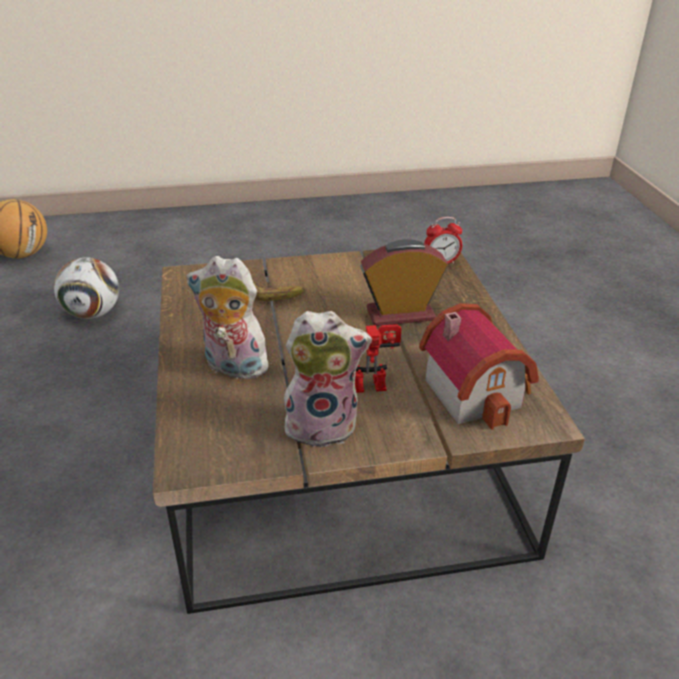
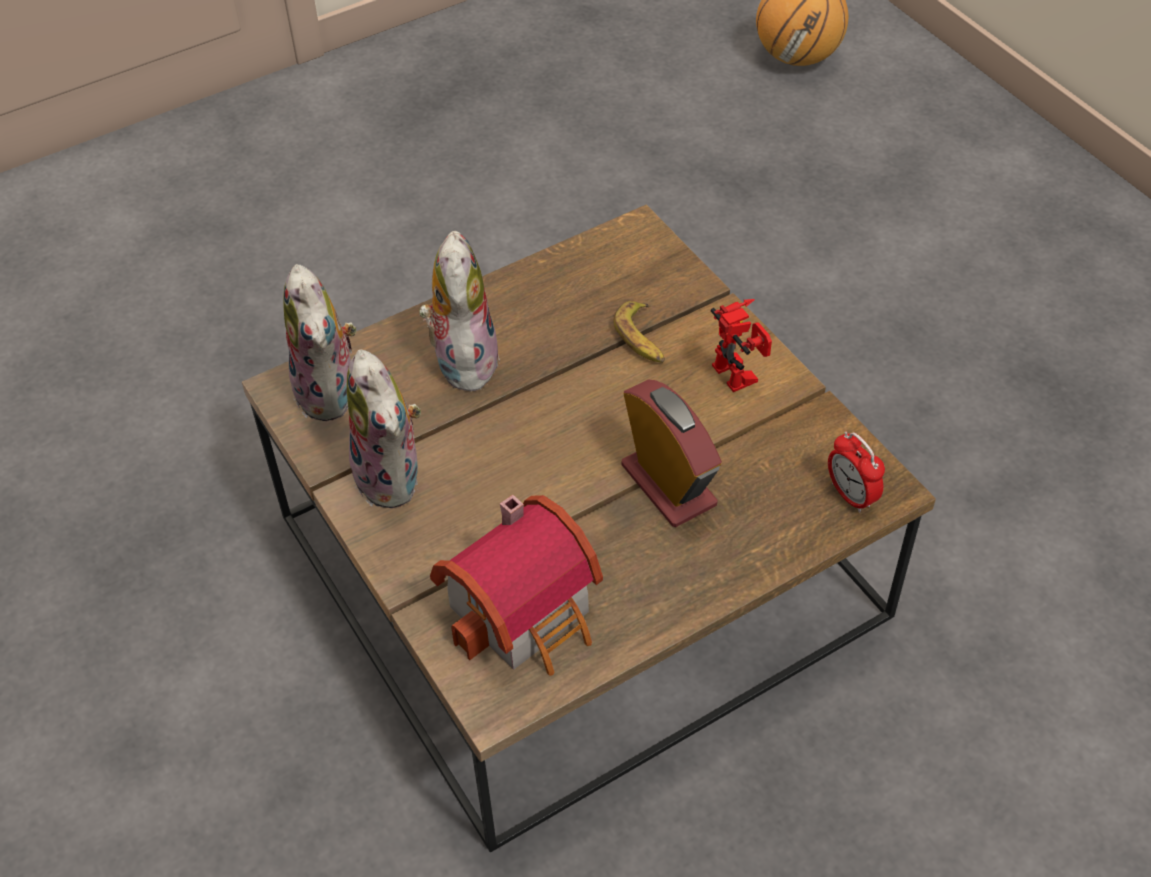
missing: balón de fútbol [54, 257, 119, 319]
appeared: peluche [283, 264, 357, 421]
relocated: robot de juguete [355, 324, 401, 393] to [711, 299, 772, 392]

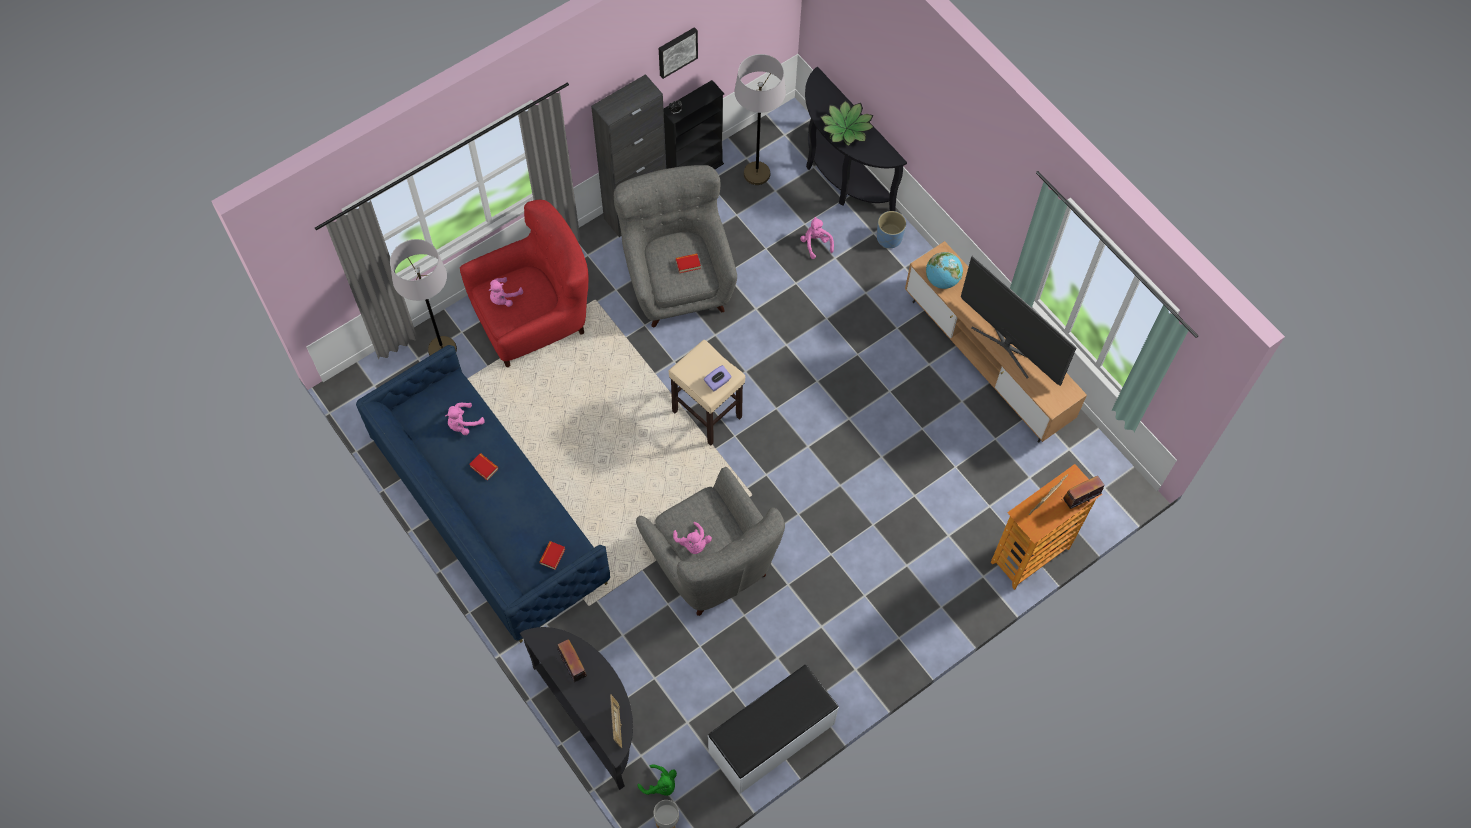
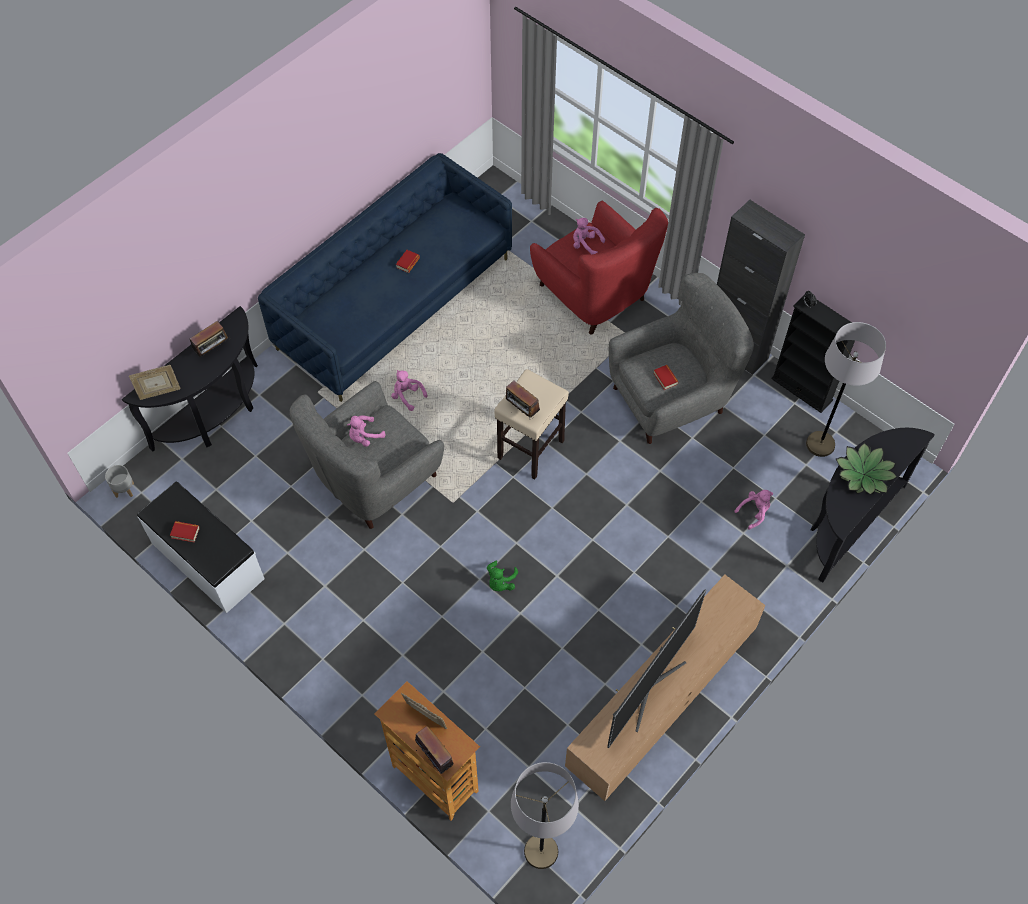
missing: cuadro [659, 27, 698, 79]; maceta [azul] [877, 211, 906, 248]; globo terráqueo [926, 252, 963, 289]
relocated: lámpara de pie [gris] [390, 239, 457, 356] to [511, 762, 579, 869]; peluche [rosa] [445, 403, 484, 435] to [391, 370, 427, 411]; libro [539, 541, 565, 570] to [170, 521, 199, 542]; peluche [verde] [637, 764, 677, 796] to [487, 561, 518, 591]
exchanged: caja de pañuelos [morado] [704, 365, 731, 391] to radio [506, 380, 540, 419]

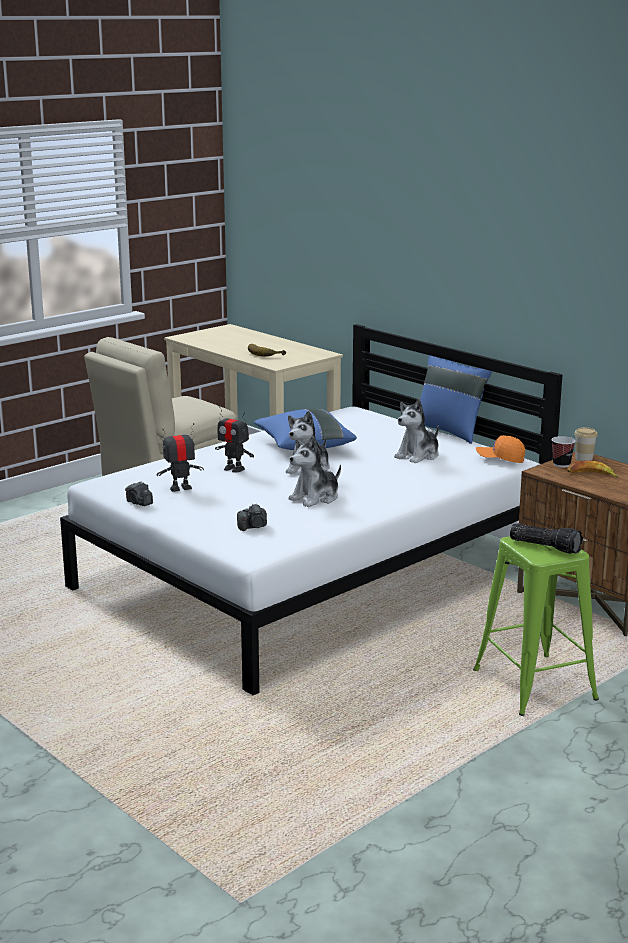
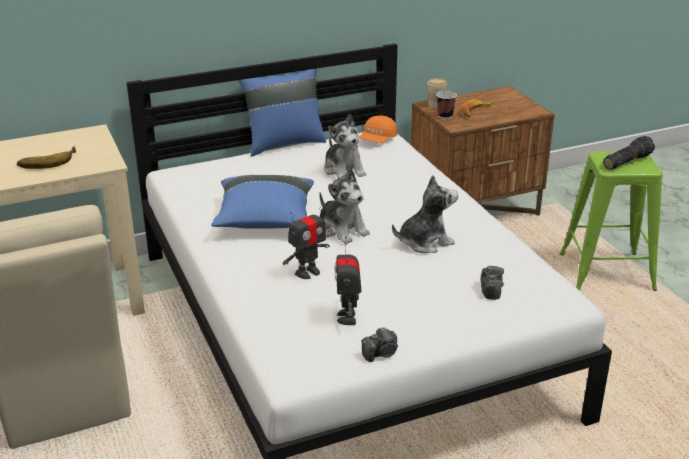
spun: peluche [288, 436, 341, 507] = [392, 175, 458, 253] 90 degrees counterclockwise

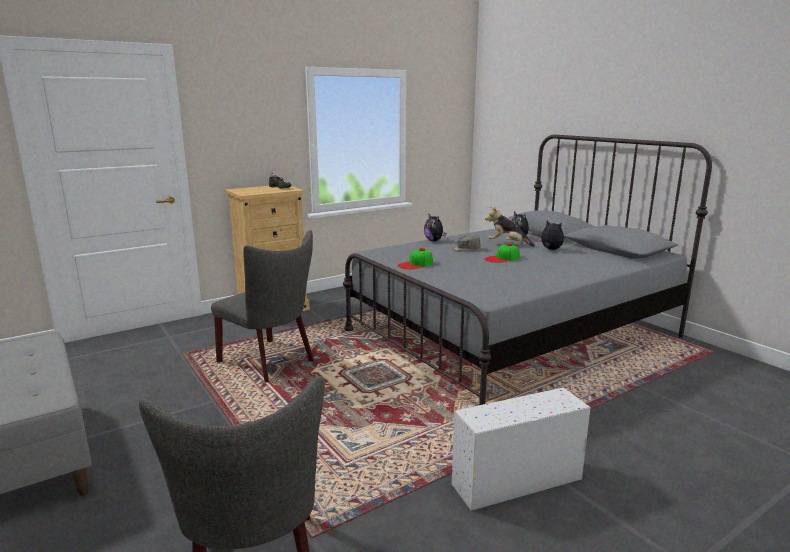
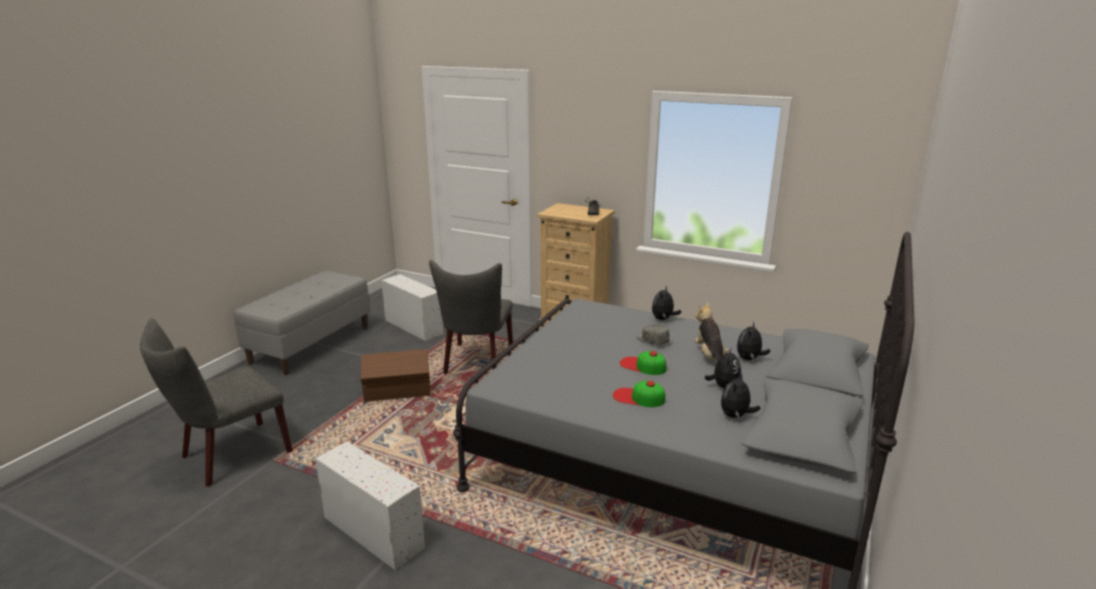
appeared: caja de almacenaje [marrón] [361, 349, 431, 402]; caja de almacenaje [blanco] [381, 274, 444, 341]; peluche [721, 373, 760, 418]
relocated: gorra [398, 248, 433, 269] to [613, 380, 665, 407]

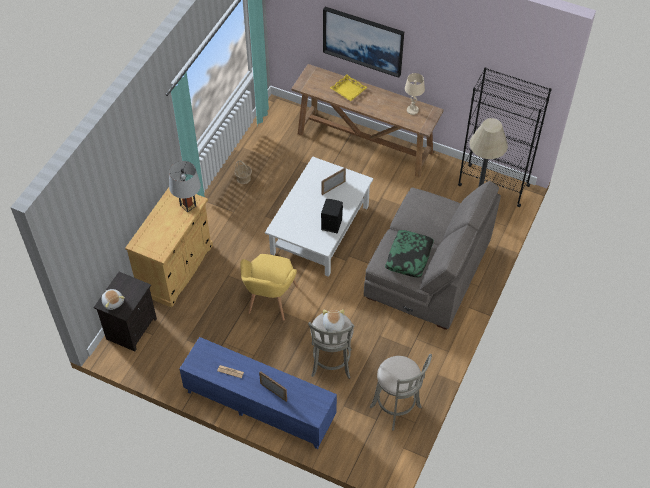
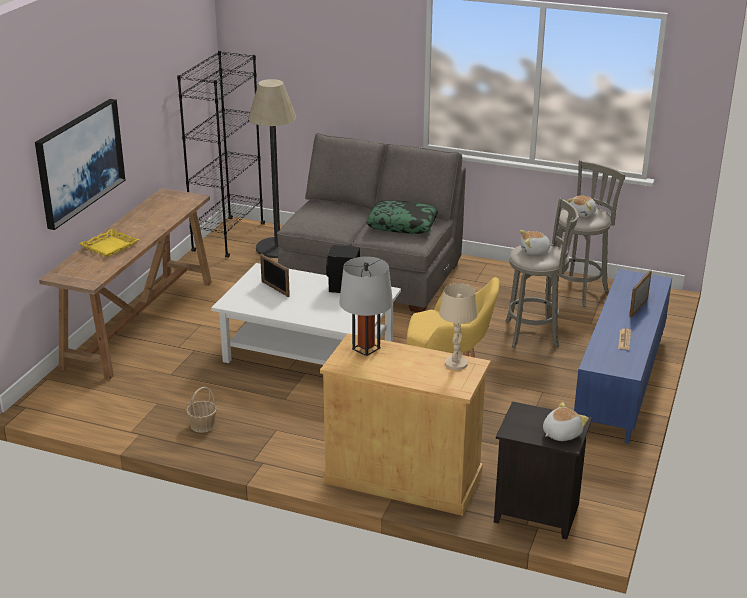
appeared: peluche [566, 195, 596, 217]
relocated: lámpara de mesa [beis] [405, 73, 425, 115] to [439, 283, 478, 370]

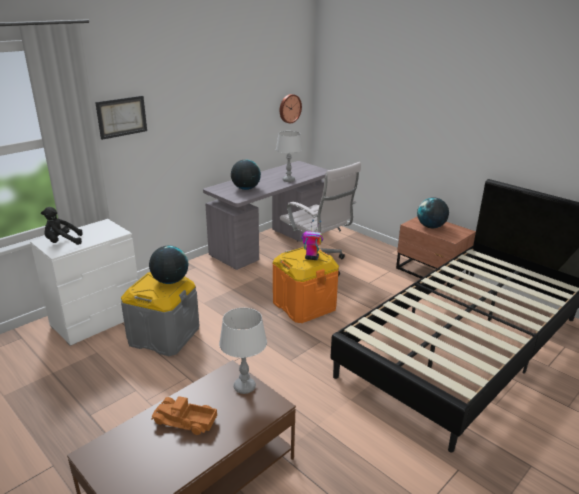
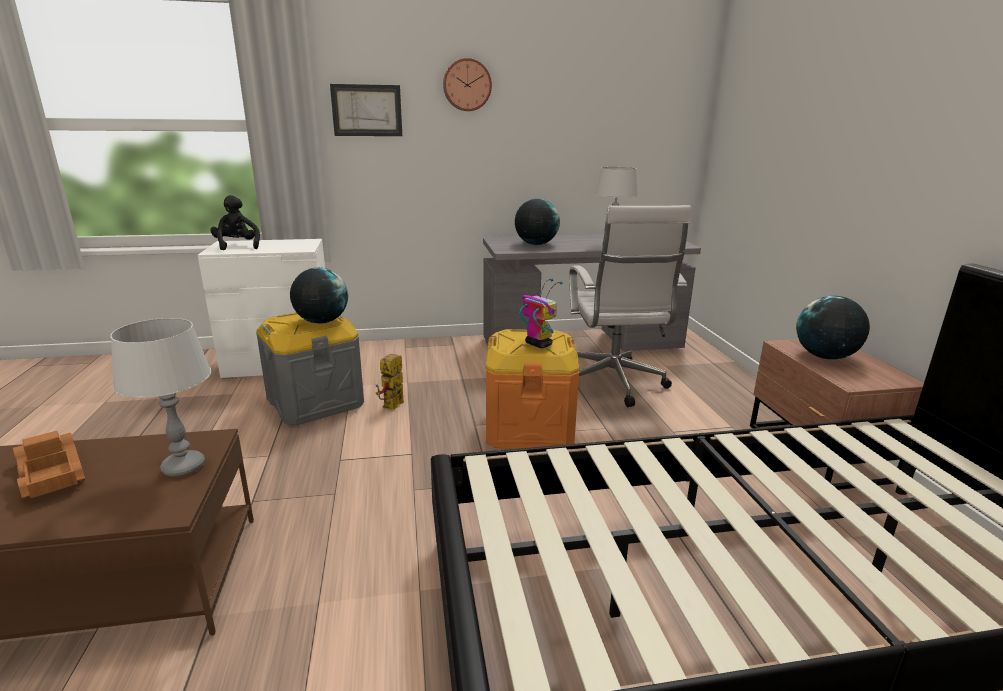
appeared: robot de juguete [376, 354, 404, 410]
relocated: reloj de pared [280, 94, 302, 123] to [443, 58, 492, 111]
spun: peluche [negro] [41, 207, 83, 245] = [210, 195, 260, 250] 45 degrees clockwise

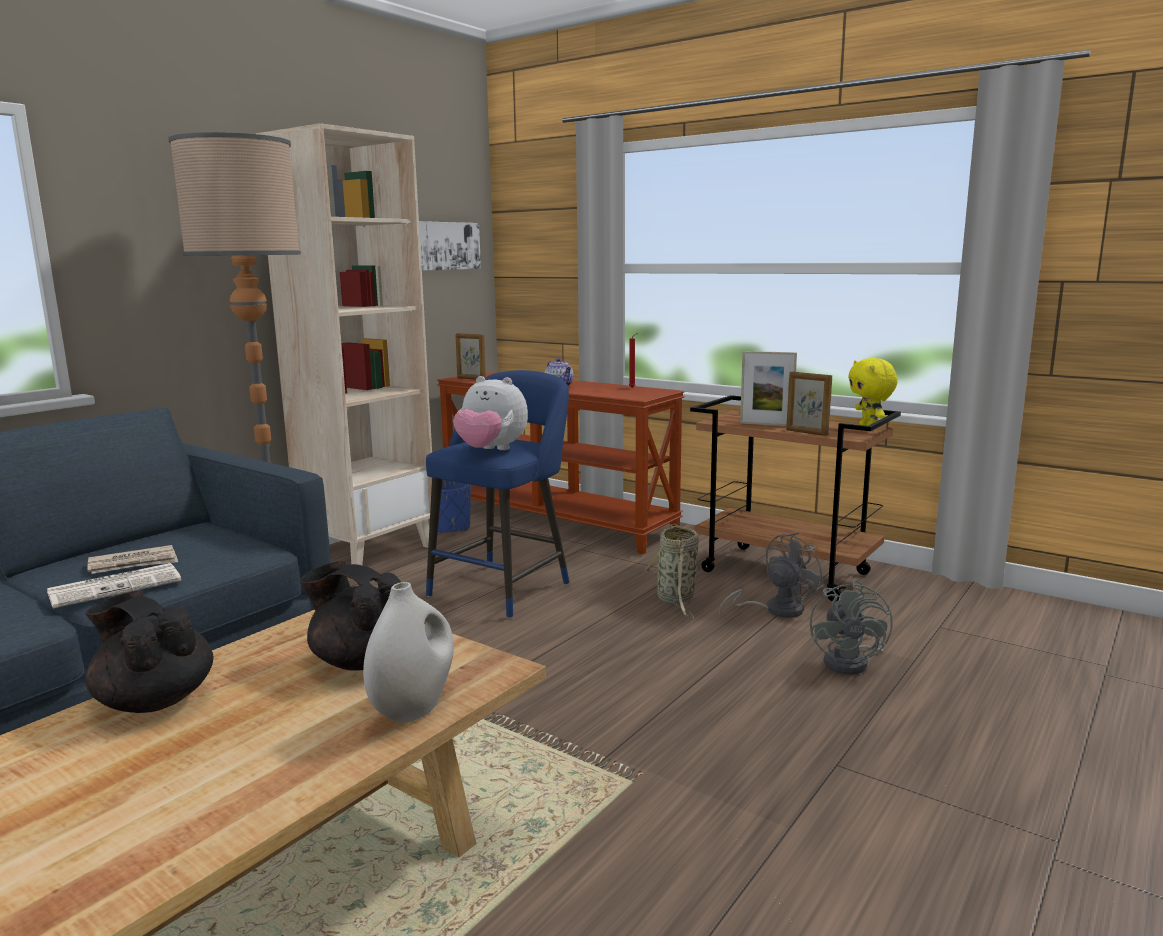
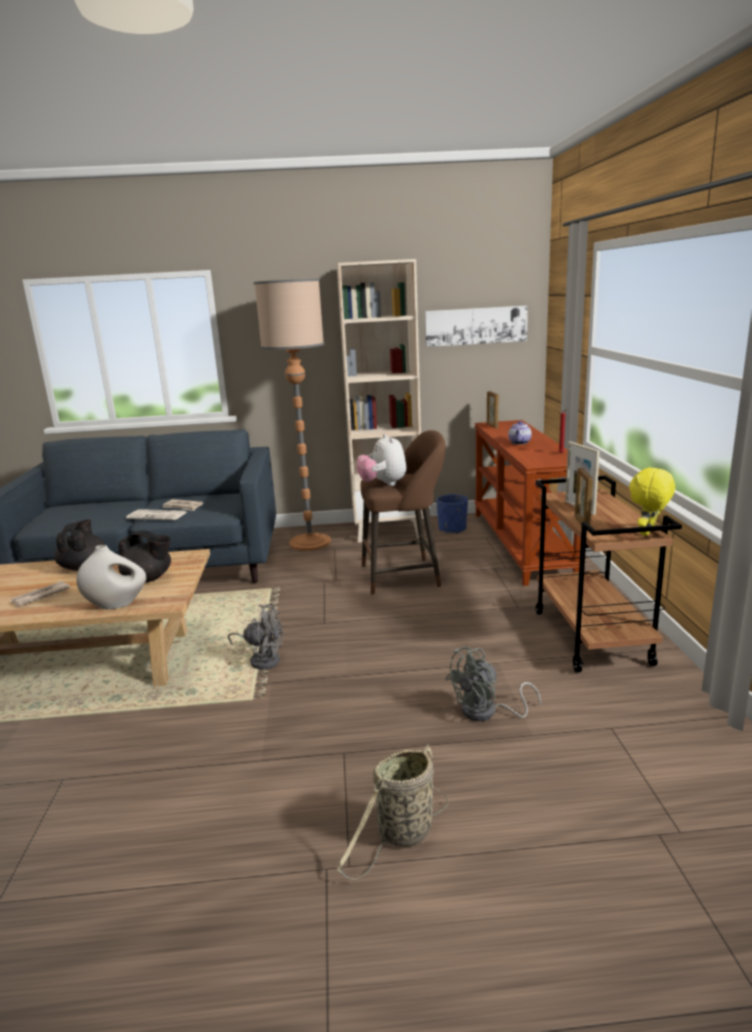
appeared: periódico [10, 581, 71, 606]
relocated: cesta [643, 524, 699, 619] to [337, 745, 448, 880]; ventilador [gris] [719, 532, 825, 618] to [228, 604, 283, 670]
colour: taburete [azul] [426, 370, 569, 618] to taburete [marrón] [361, 430, 446, 595]
spun: tetera [negro] [300, 562, 401, 671] = [118, 530, 171, 582] 120 degrees clockwise

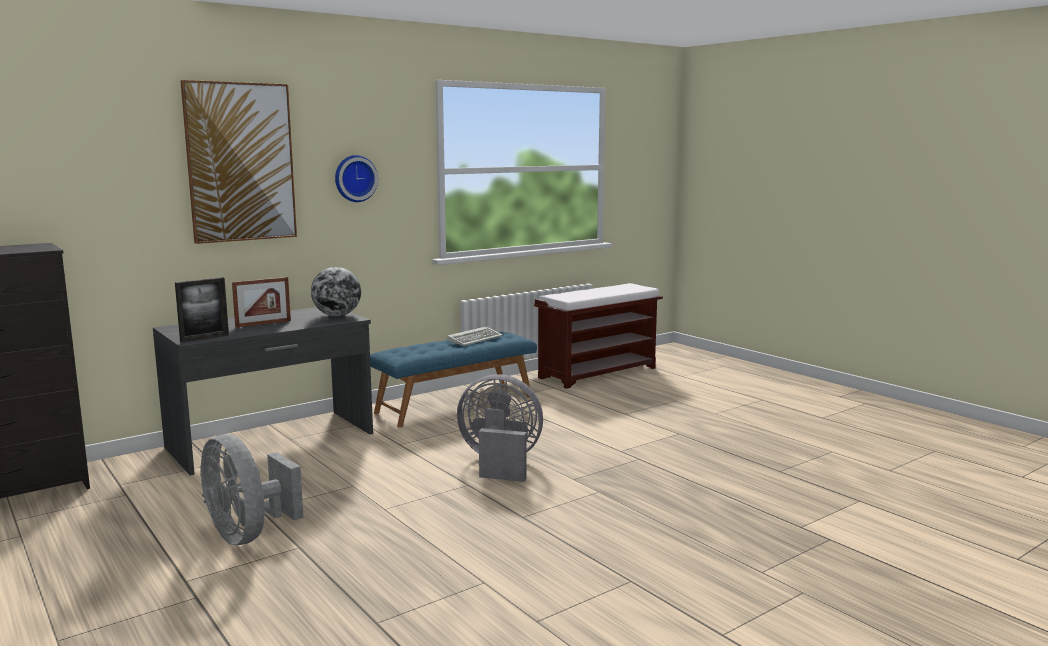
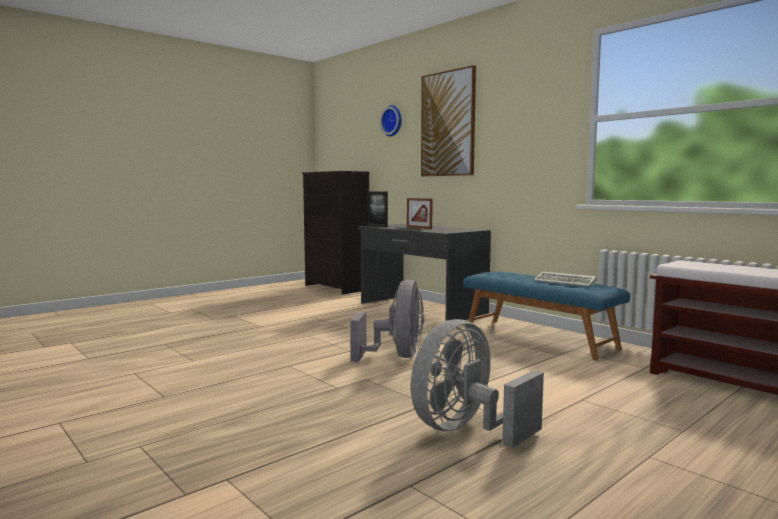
missing: globo terráqueo [311, 267, 361, 316]
relocated: ventilador [gris] [200, 434, 304, 545] to [411, 319, 544, 448]; reloj de pared [335, 155, 378, 202] to [380, 105, 402, 136]

